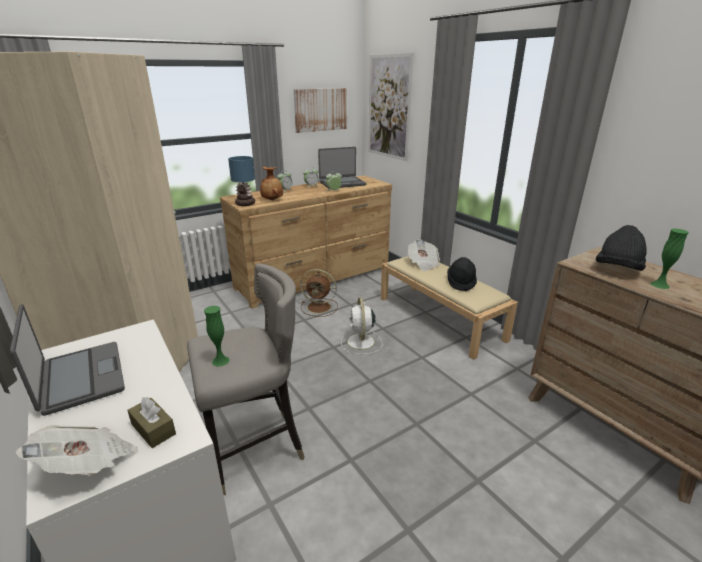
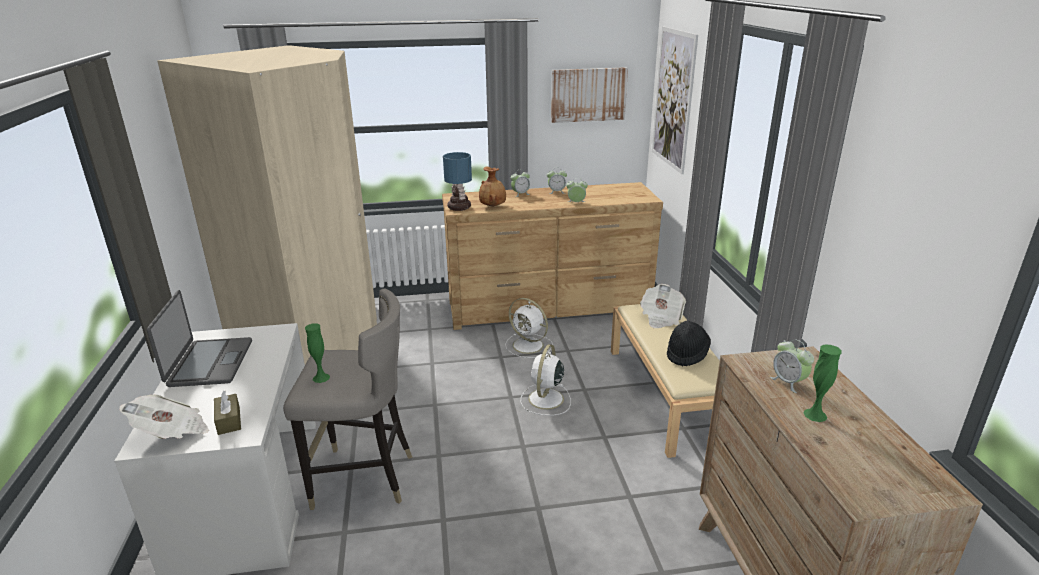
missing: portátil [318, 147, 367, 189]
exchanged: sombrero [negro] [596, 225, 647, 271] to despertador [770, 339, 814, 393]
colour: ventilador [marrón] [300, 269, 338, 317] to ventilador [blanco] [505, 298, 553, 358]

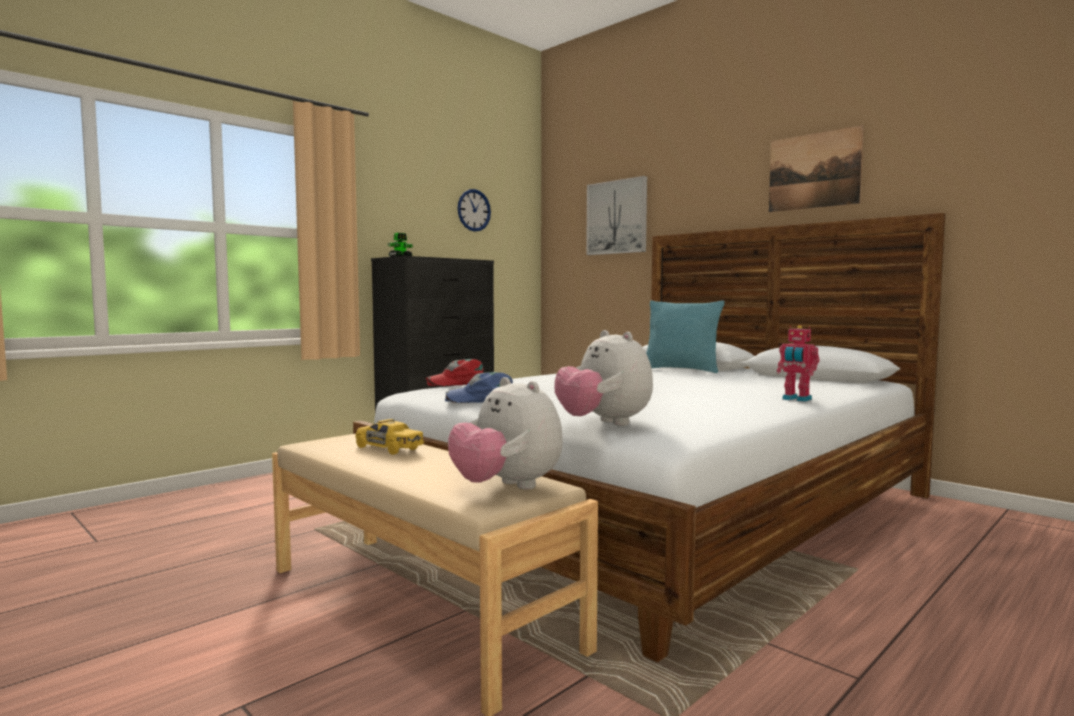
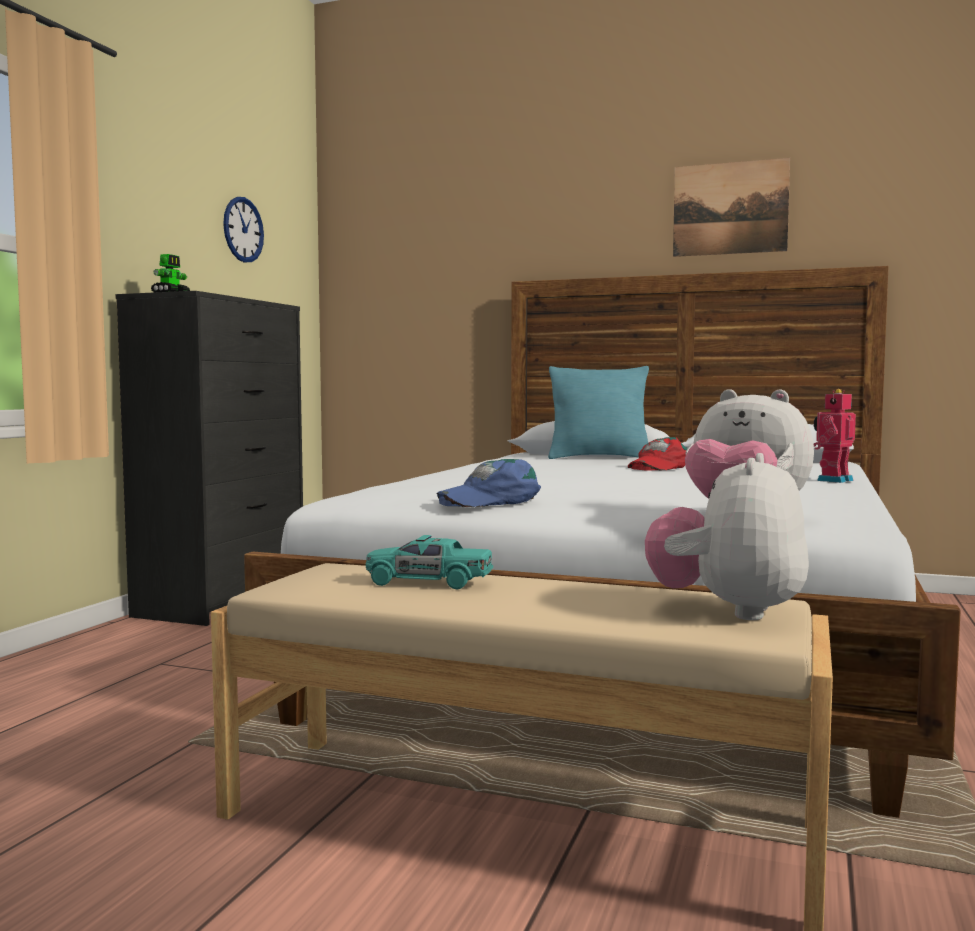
missing: cuadro [586, 176, 647, 255]
relocated: gorra [rojo] [425, 359, 483, 386] to [628, 437, 687, 471]
colour: coche de juguete [amarillo] [356, 419, 424, 455] to coche de juguete [turquesa] [365, 535, 493, 589]
spun: peluche [448, 377, 563, 489] = [645, 453, 809, 620] 90 degrees clockwise; robot de juguete [777, 325, 819, 402] = [814, 389, 856, 483] 120 degrees clockwise

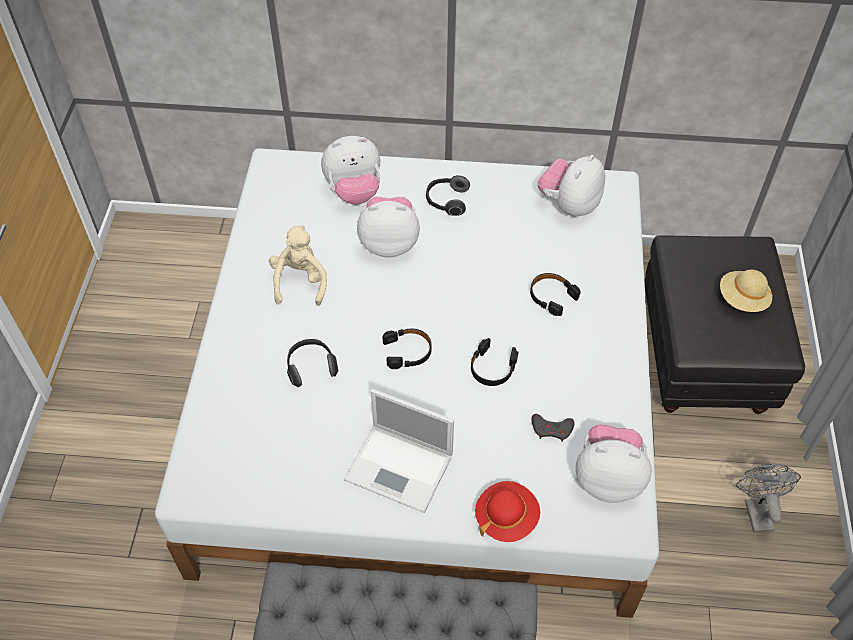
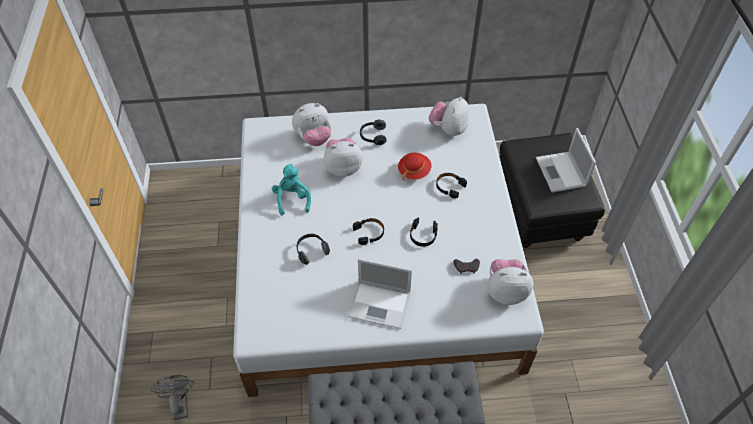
relocated: sombrero [rojo] [475, 481, 540, 542] to [398, 153, 432, 181]; ventilador [gris] [736, 464, 801, 532] to [151, 375, 194, 420]
exchanged: sombrero [beis] [720, 270, 772, 312] to portátil [536, 128, 596, 193]
colour: peluche [beis] [269, 225, 327, 306] to peluche [turquesa] [272, 164, 311, 215]

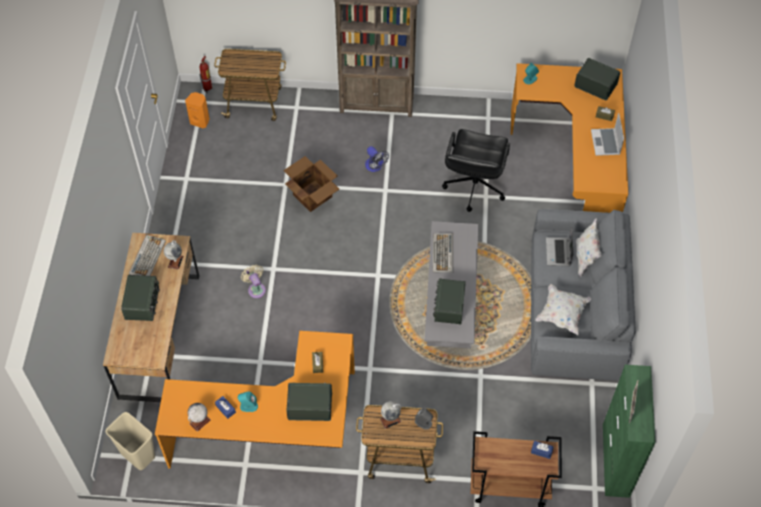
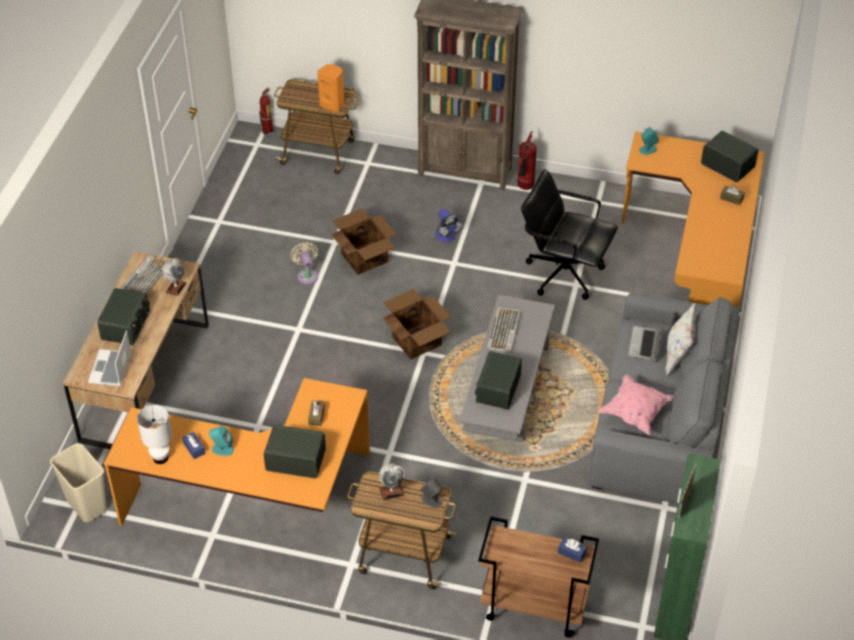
appeared: caja de cartón [383, 289, 451, 359]; extintor [518, 131, 537, 190]
relocated: altavoz [naranja] [185, 92, 210, 128] to [317, 64, 344, 112]; ventilador [beis] [241, 265, 266, 298] to [290, 242, 318, 285]; portátil [591, 113, 624, 156] to [88, 330, 132, 386]
exchanged: globo terráqueo [187, 403, 211, 432] to lámpara de mesa [blanco] [137, 405, 172, 464]
colour: cojín [blanco] [535, 284, 591, 335] to cojín [rosa] [598, 375, 674, 435]
spun: silla de oficina [negro] [442, 129, 510, 212] = [521, 169, 618, 300] 90 degrees clockwise

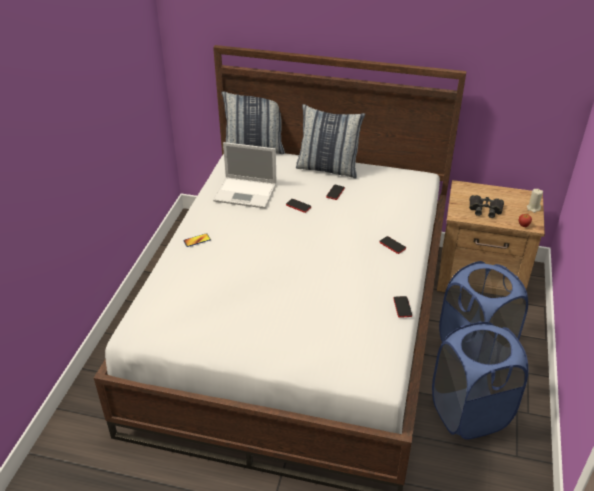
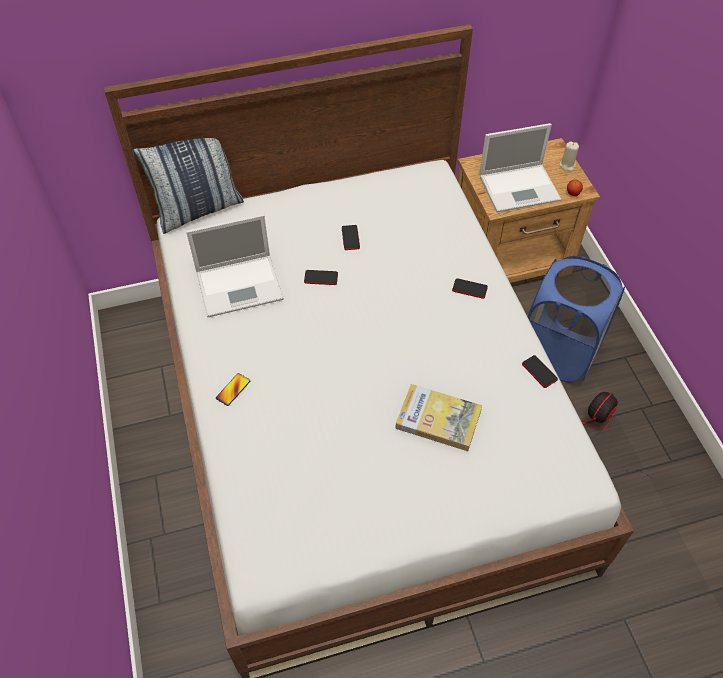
missing: cojín [296, 104, 365, 178]
appeared: libro [396, 384, 482, 451]
exchanged: cesto de la ropa [azul] [432, 321, 528, 440] to ventilador [581, 392, 653, 479]; prismáticos [negro] [469, 195, 504, 218] to portátil [479, 123, 561, 212]

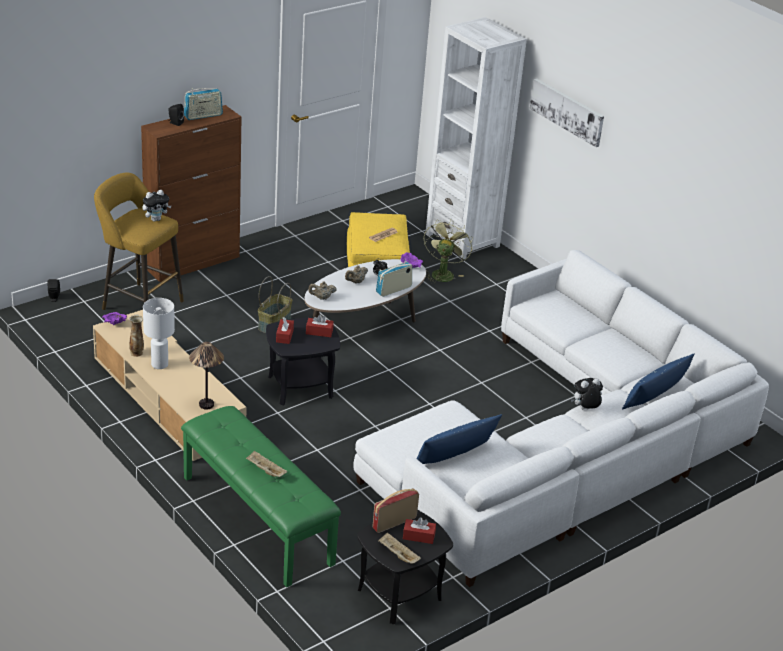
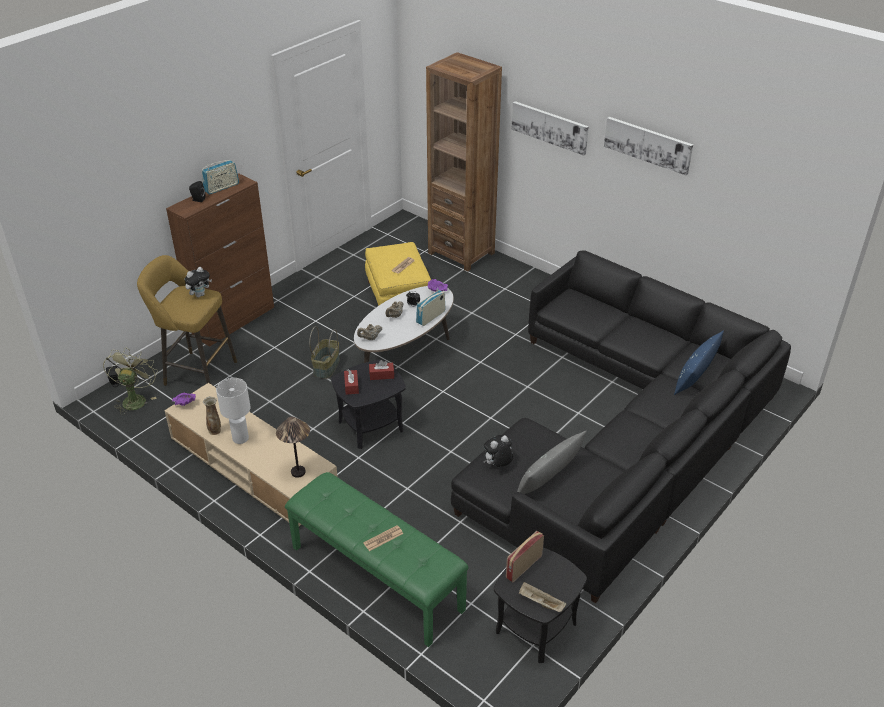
missing: caja de pañuelos [rojo] [403, 517, 436, 544]
appeared: cuadro [604, 117, 693, 175]
relocated: ventilador [verde] [424, 219, 473, 284] to [103, 347, 158, 415]; peluche [571, 378, 603, 410] to [483, 435, 513, 467]
exchanged: bandeja [beis] [246, 451, 287, 477] to periódico [363, 525, 403, 551]
colour: sofá [blanco] [353, 250, 769, 587] to sofá [negro] [451, 250, 791, 603]; cojín [azul] [417, 414, 502, 464] to cojín [gris] [517, 431, 587, 494]; estantería [blanco] [425, 17, 527, 259] to estantería [marrón] [426, 52, 502, 272]

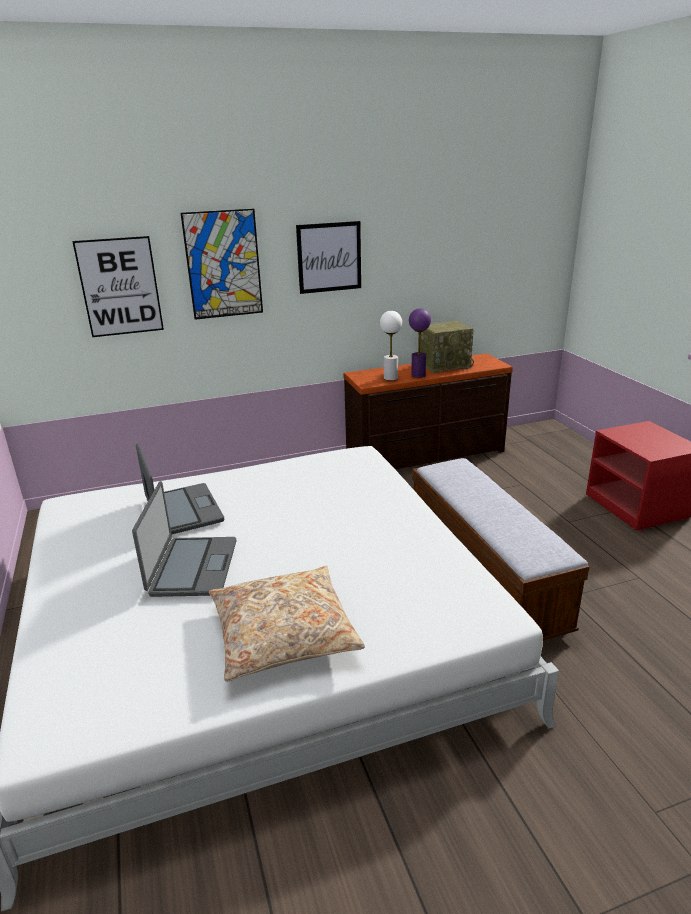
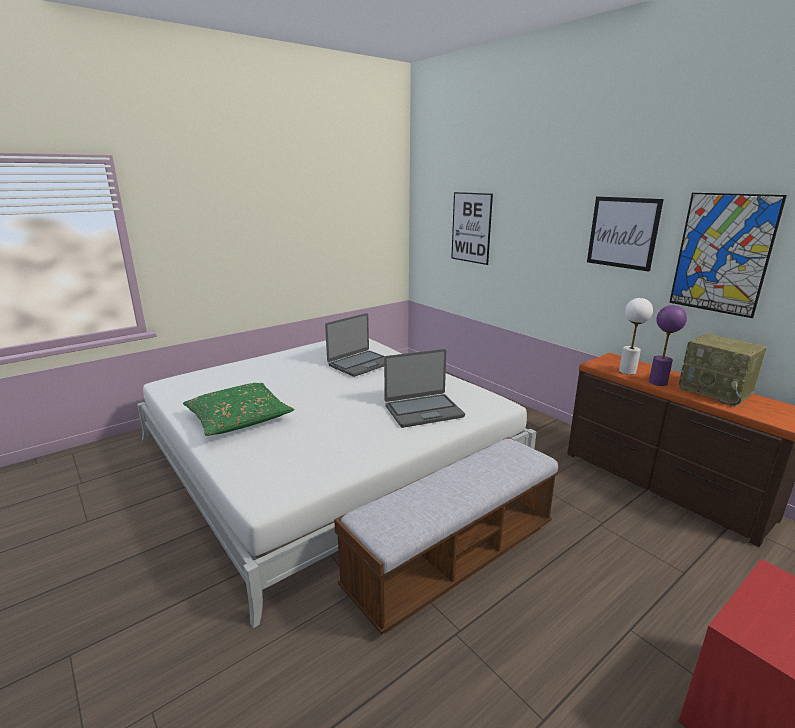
relocated: portátil [132, 481, 237, 597] to [384, 349, 465, 428]; cuadro [181, 209, 263, 320] to [669, 193, 787, 318]
colour: cojín [beis] [209, 566, 365, 682] to cojín [verde] [183, 383, 294, 436]

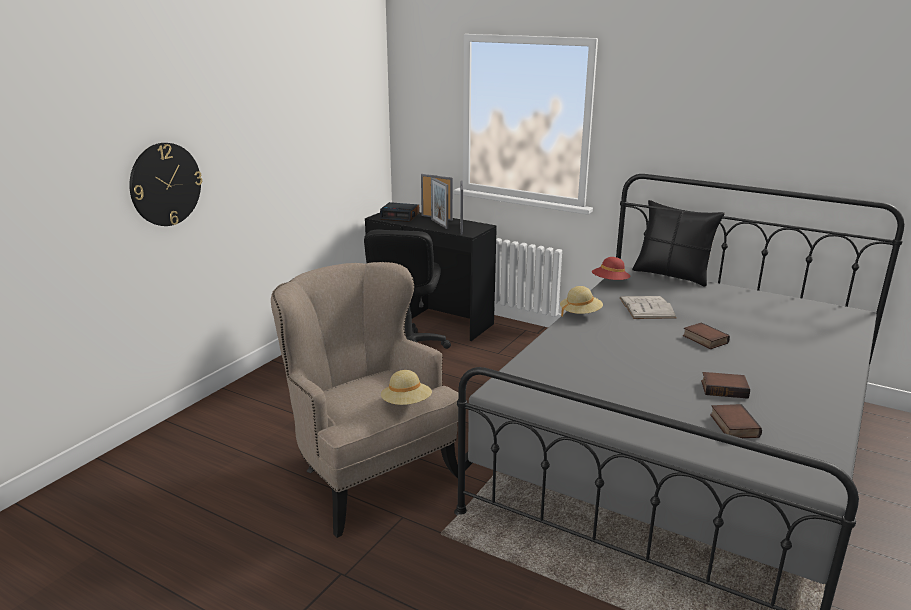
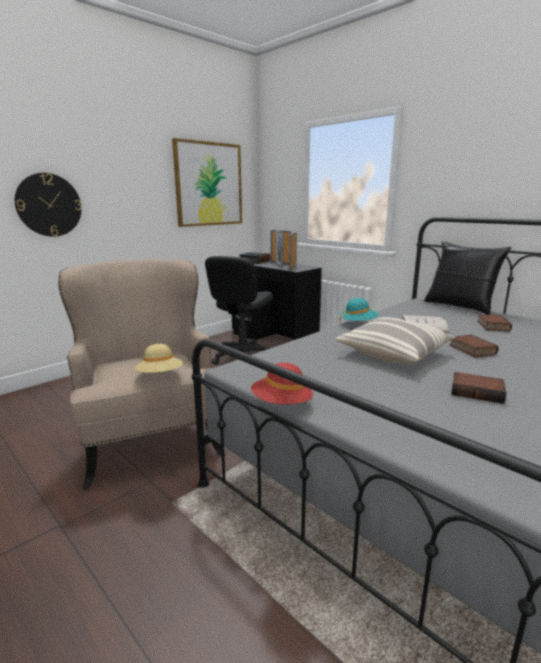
appeared: cuadro [172, 138, 242, 227]; cojín [336, 317, 455, 364]
relocated: sombrero [rojo] [592, 257, 630, 280] to [251, 362, 313, 404]; libro [710, 404, 762, 438] to [477, 314, 512, 331]
colour: sombrero [beis] [560, 286, 603, 316] to sombrero [turquesa] [340, 298, 378, 322]

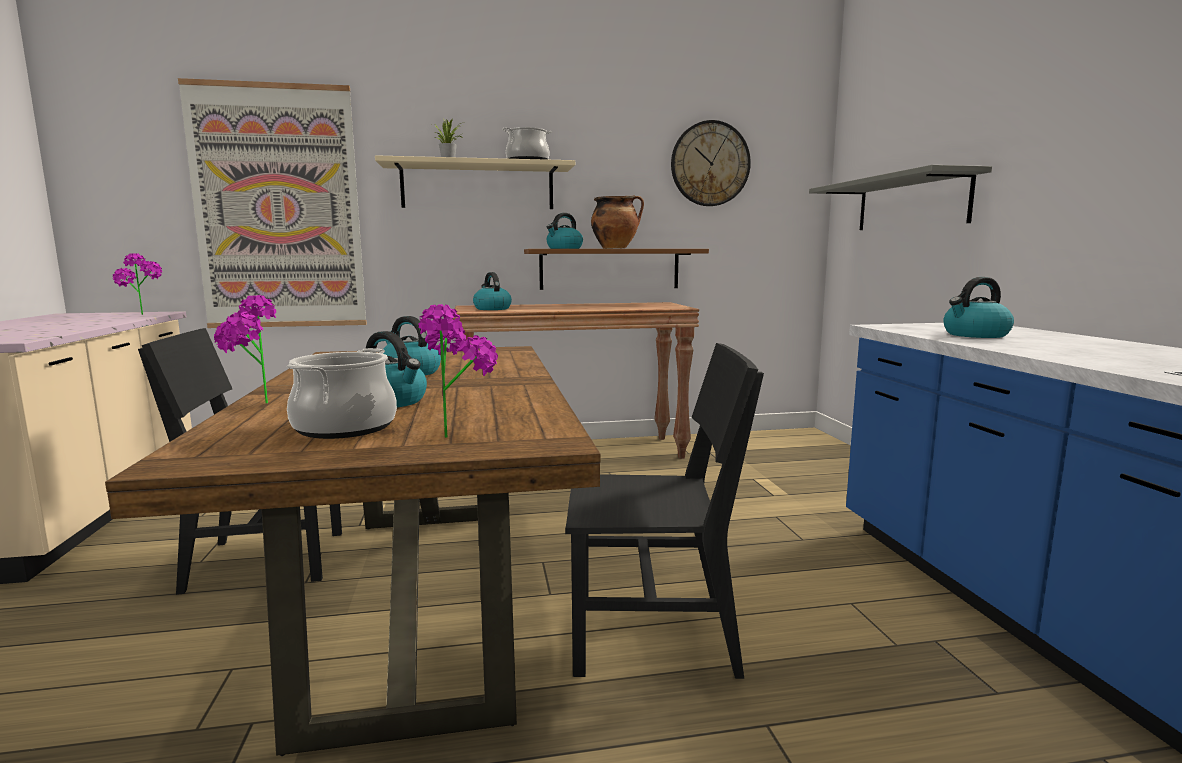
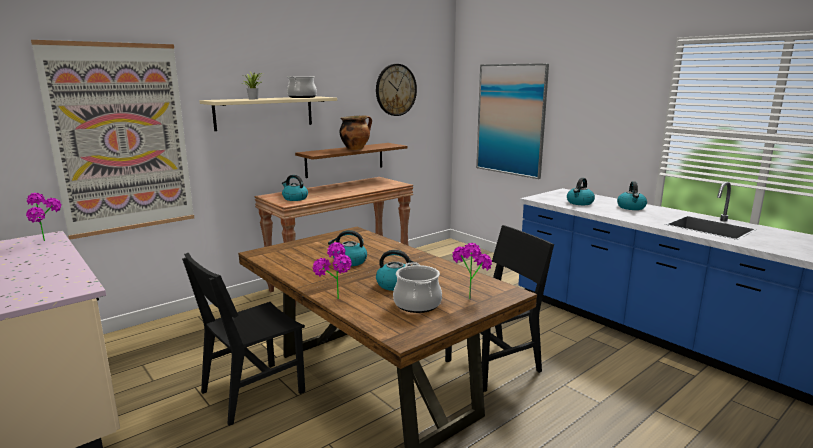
relocated: hervidor [546, 213, 583, 249] to [617, 181, 647, 210]
exchanged: estante [gris] [809, 165, 992, 230] to cuadro [476, 63, 549, 179]

